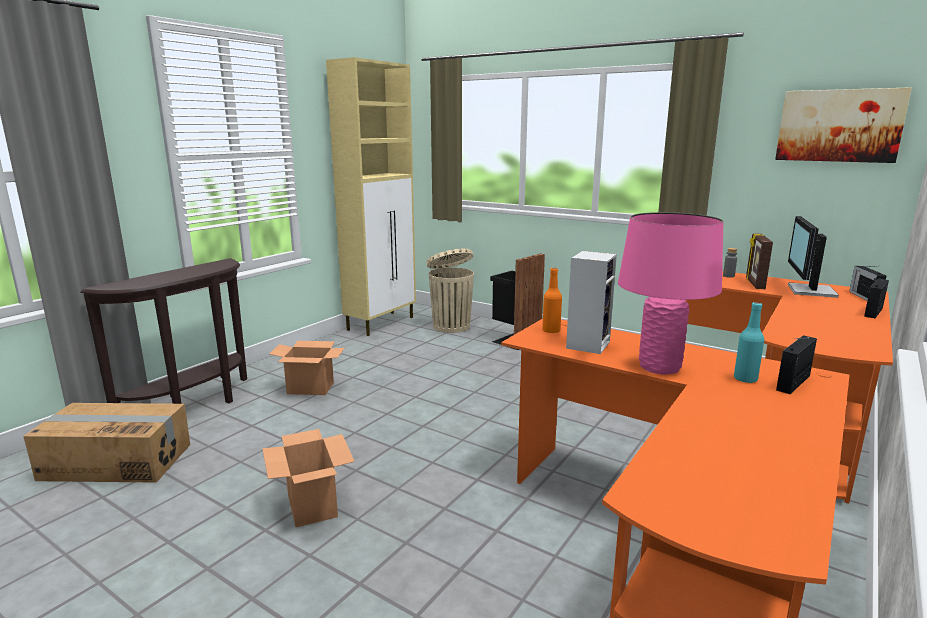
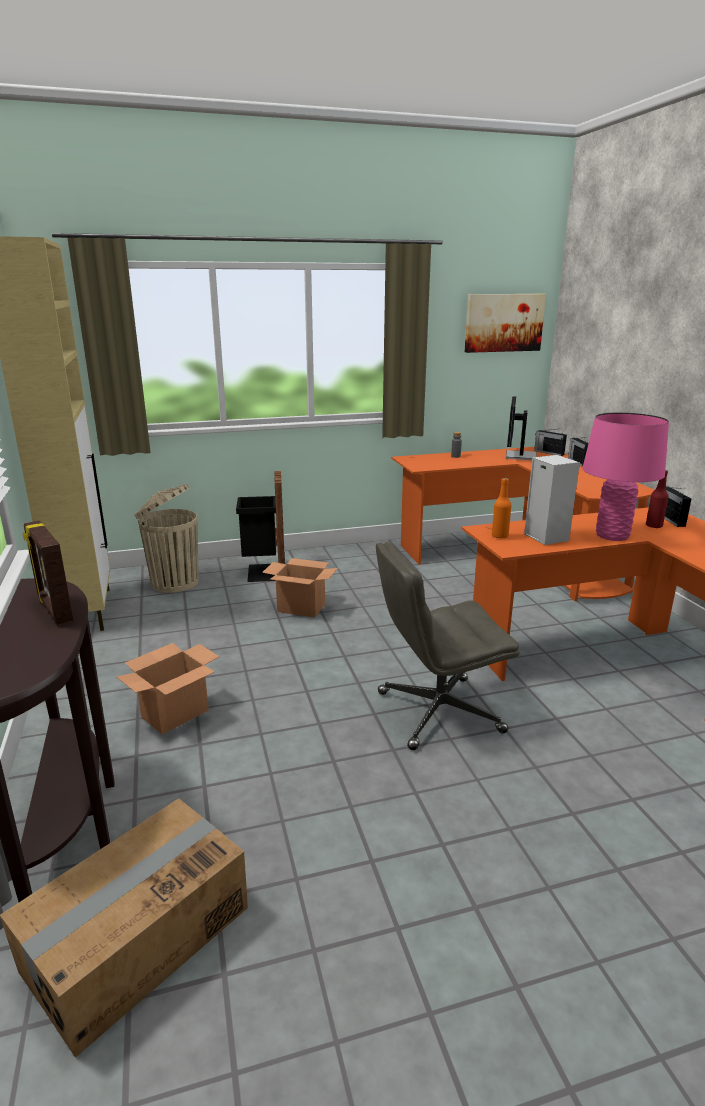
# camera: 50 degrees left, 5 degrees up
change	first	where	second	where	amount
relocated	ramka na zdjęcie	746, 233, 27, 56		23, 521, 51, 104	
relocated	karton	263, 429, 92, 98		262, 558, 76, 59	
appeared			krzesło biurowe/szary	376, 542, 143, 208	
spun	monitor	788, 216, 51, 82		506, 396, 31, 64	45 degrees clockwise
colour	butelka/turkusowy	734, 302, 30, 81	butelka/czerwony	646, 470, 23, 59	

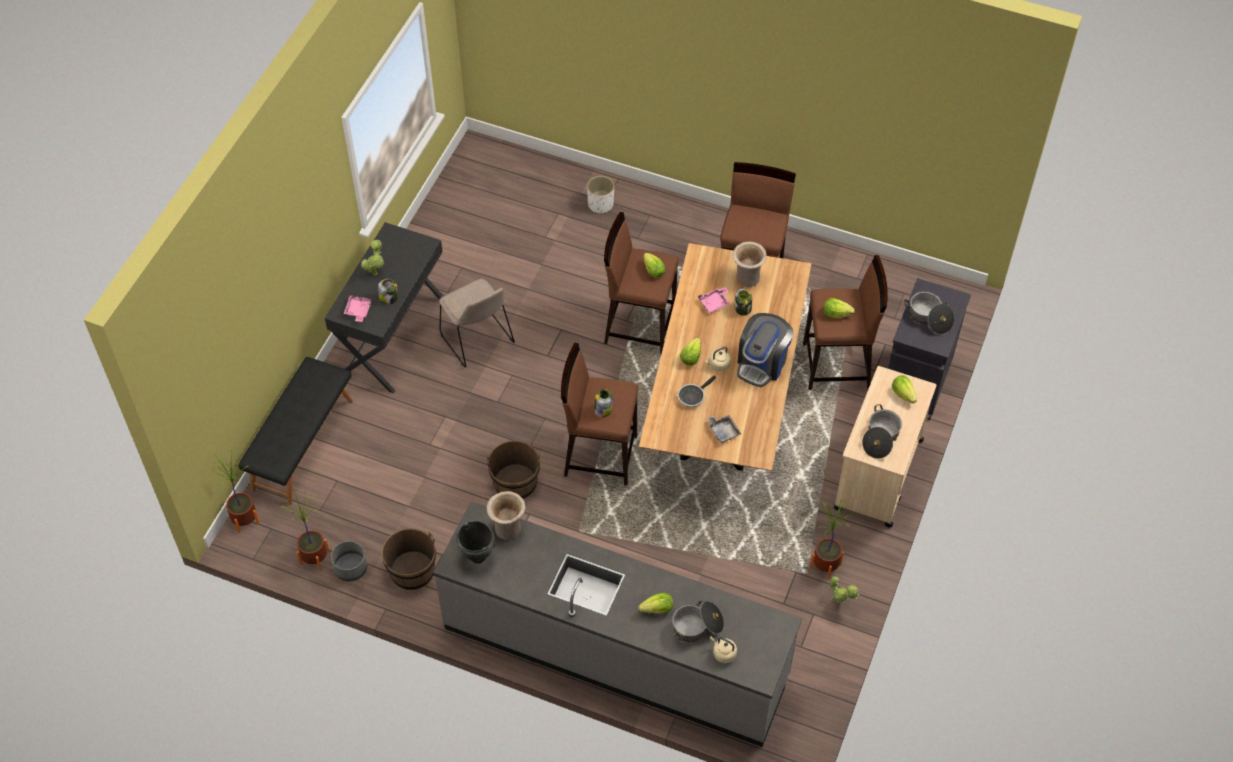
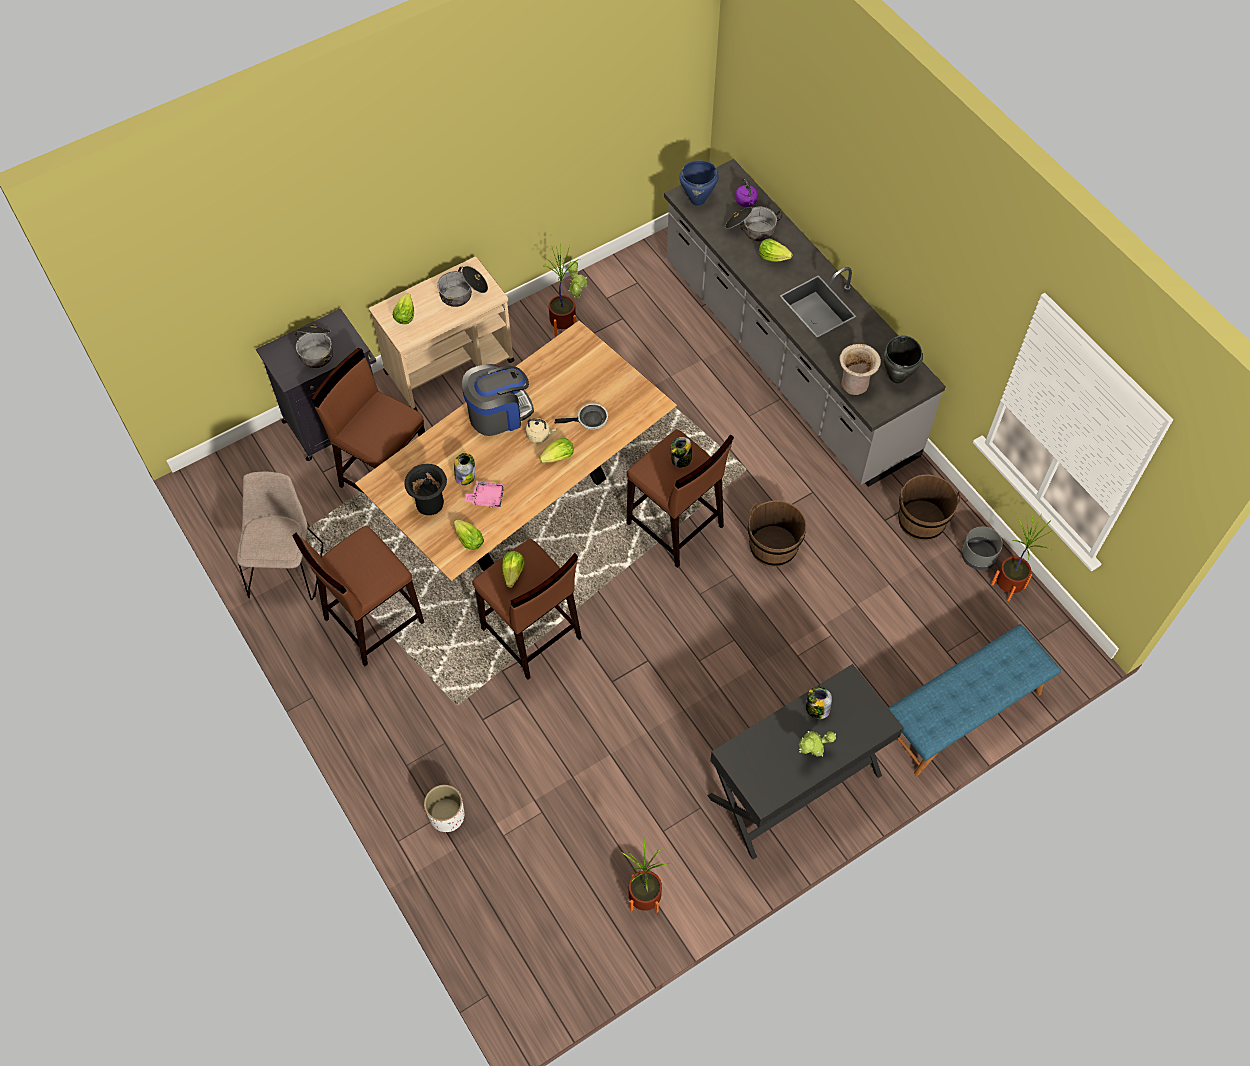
# camera: 145 degrees left, 5 degrees up
change	first	where	second	where	amount
relocated	krzesło/beżowy	439, 279, 76, 89		237, 472, 86, 128	
colour	wazon/beżowy	733, 242, 34, 45	wazon/czarny	404, 464, 43, 51	
relocated	sałata	824, 298, 31, 20		453, 520, 31, 30	
relocated	roślina doniczkowa	209, 450, 51, 83		621, 839, 49, 74	
appeared			garnek/niebieski	679, 160, 40, 46	
colour	czajnik/beżowy	710, 637, 27, 26	czajnik/fioletowy	735, 179, 23, 28	
colour	ławka/czarny	238, 357, 115, 148	ławka/niebieski	888, 624, 173, 152	
missing	taca/różowy	344, 295, 28, 27			
missing	taca/szary	707, 415, 34, 28			

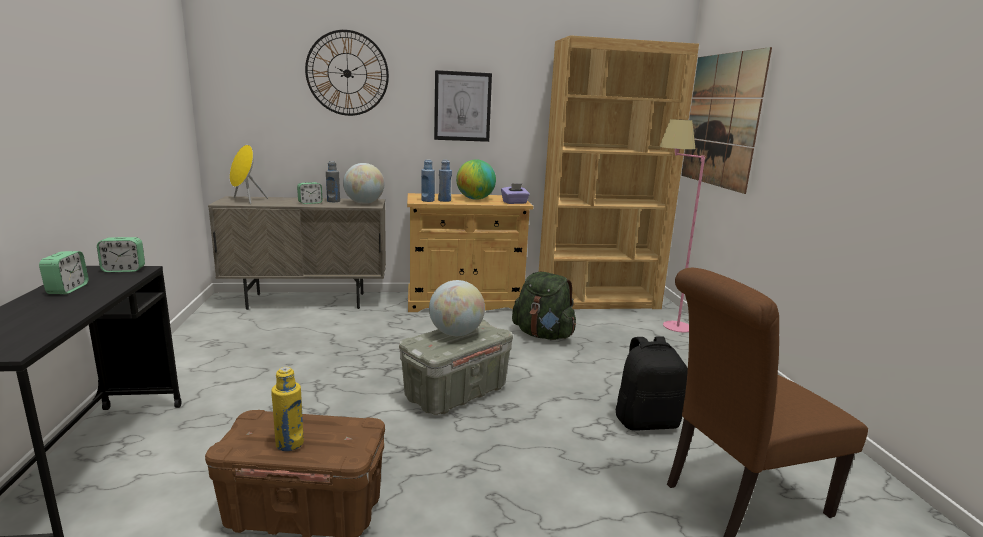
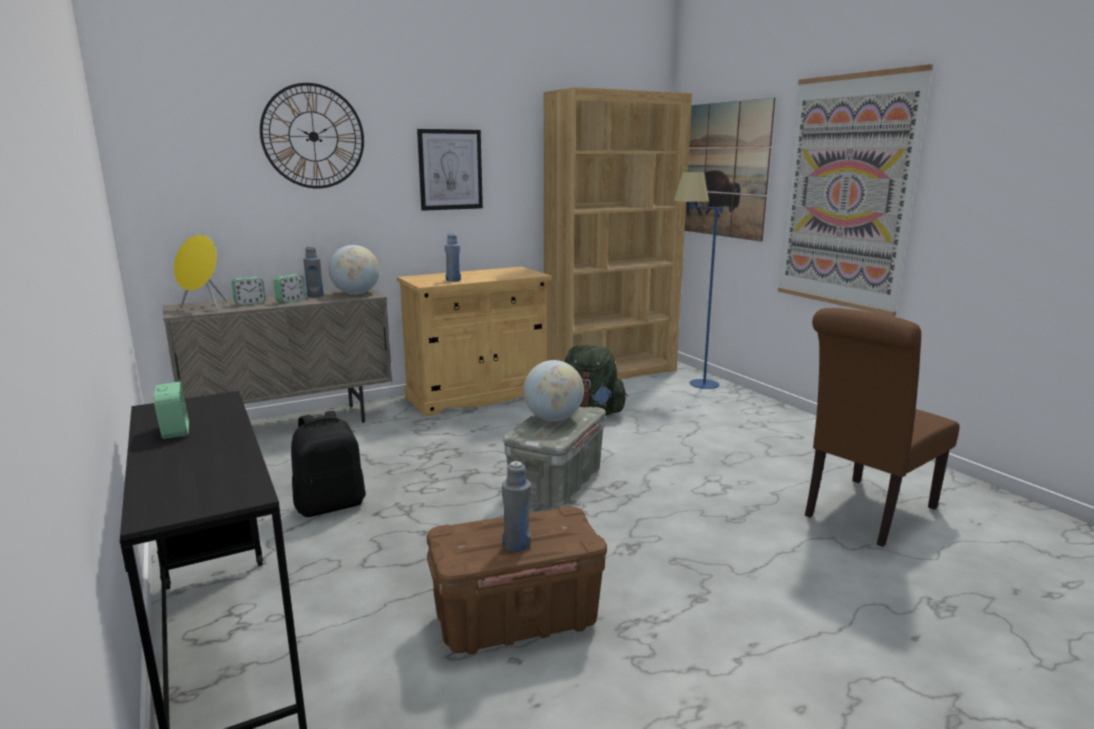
# camera: 20 degrees left, 0 degrees up
change	first	where	second	where	amount
relocated	budzik	97, 237, 48, 35		232, 277, 34, 29	
relocated	plecak/czarny	615, 336, 73, 95		291, 411, 75, 106	
colour	butelka/żółty	271, 367, 33, 84	butelka/szary	502, 461, 29, 91	
colour	lampa stojąca/różowy	659, 119, 46, 214	lampa stojąca/niebieski	674, 172, 49, 217	
appeared			obraz	778, 64, 155, 253	
missing	butelka/niebieski	421, 160, 14, 42			
missing	globus	456, 159, 40, 41			
missing	pudełko chusteczek/fioletowy	501, 183, 29, 21			

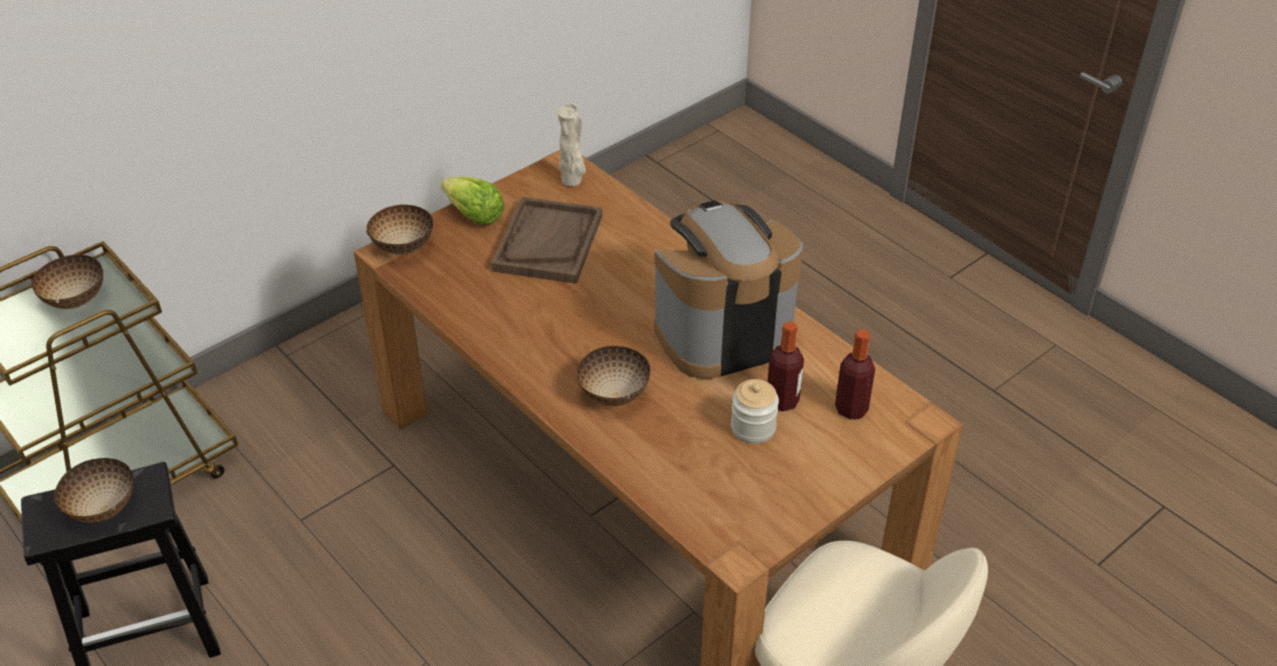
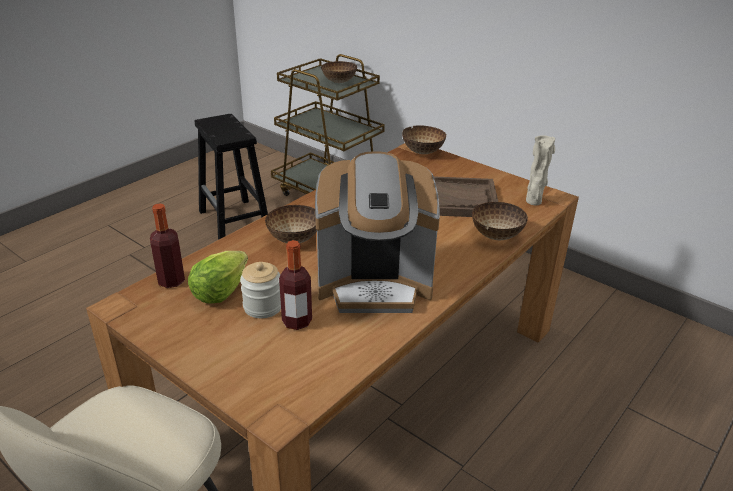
# camera: 80 degrees right, 10 degrees down
change	first	where	second	where	amount
relocated	butelka	835, 329, 40, 91		150, 204, 35, 84	
relocated	sałata	441, 177, 63, 48		188, 251, 60, 52	
spun	ekspres do kawy	654, 200, 149, 179		315, 151, 125, 162	120 degrees clockwise
relocated	miska	54, 458, 79, 65		472, 202, 56, 38	

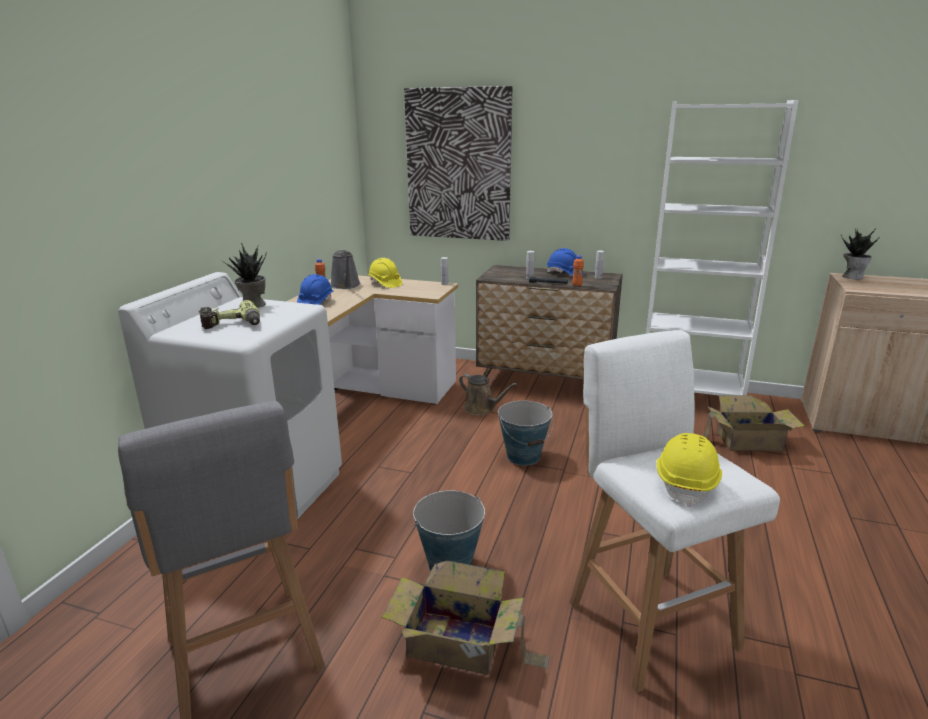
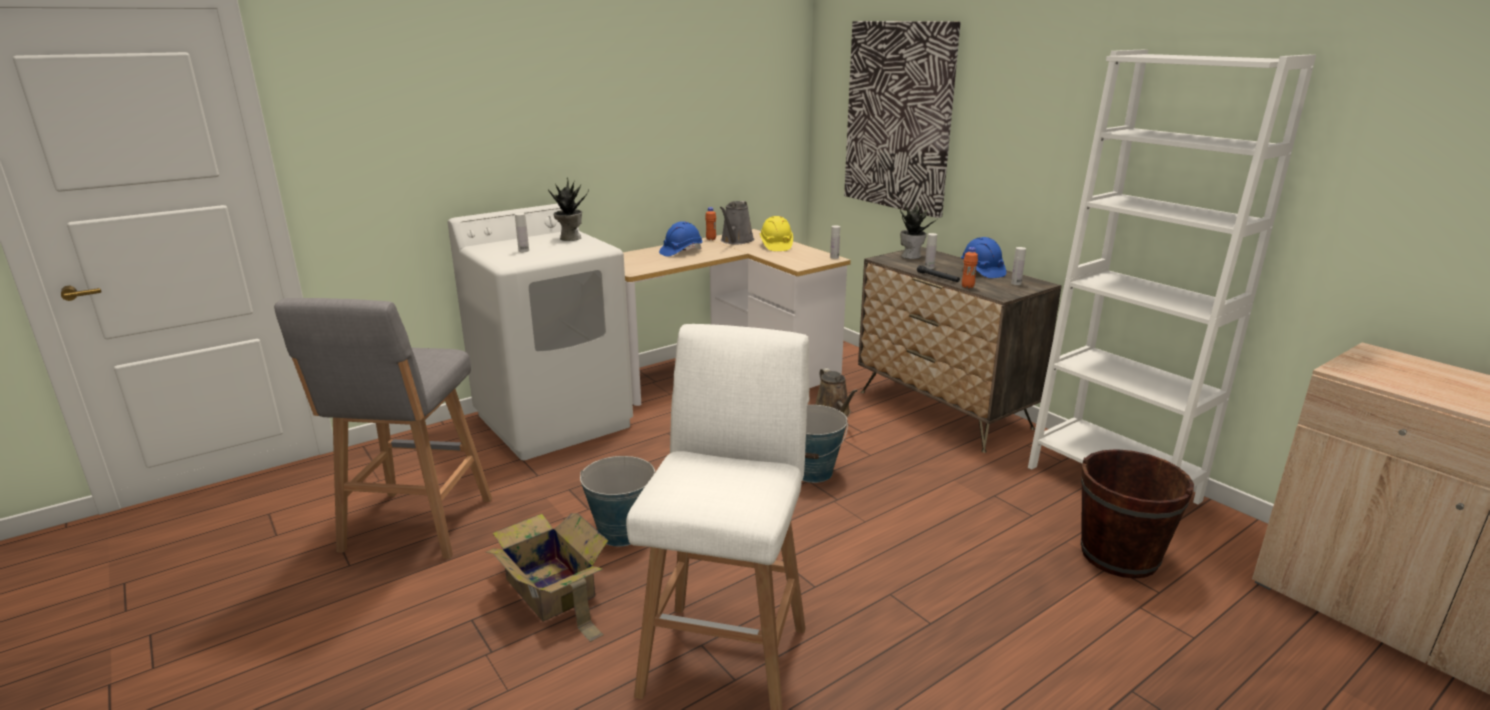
# camera: 35 degrees right, 0 degrees up
change	first	where	second	where	amount
exchanged	wiertarka	199, 300, 61, 29	butelka/biały	515, 213, 14, 39	
relocated	roślina doniczkowa	841, 228, 39, 52		899, 201, 40, 58	
exchanged	karton	704, 395, 101, 56	wiadro/brązowy	1081, 449, 113, 130	
missing	kask/żółty	656, 433, 66, 74			

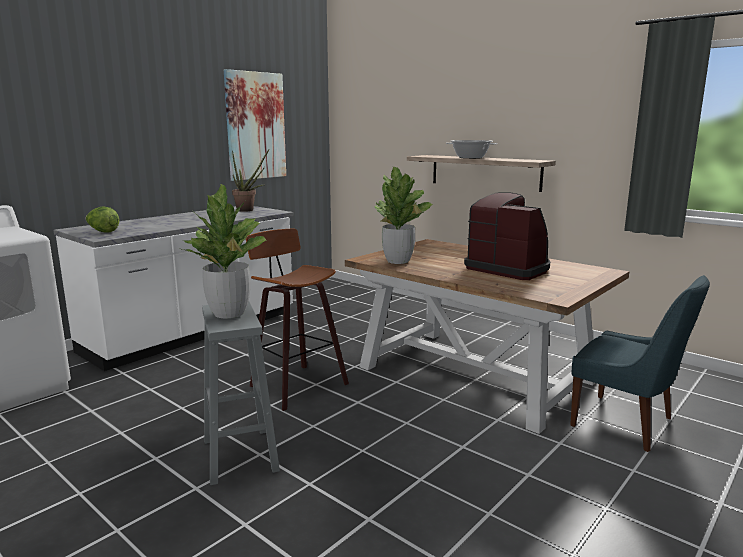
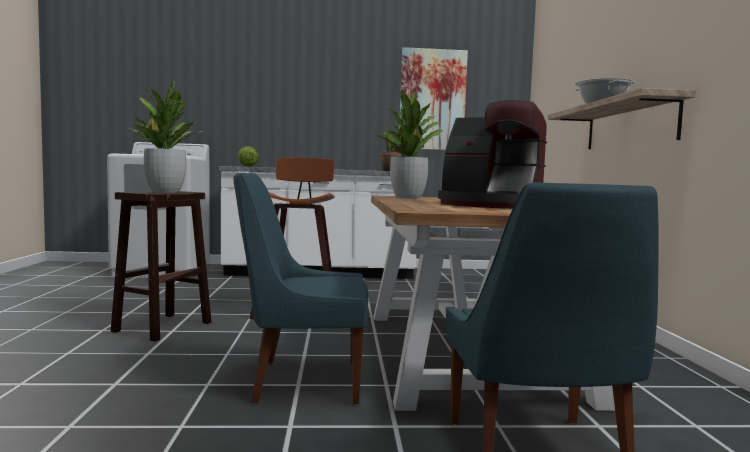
# camera: 45 degrees right, 10 degrees down
change	first	where	second	where	amount
colour	stołek/szary	202, 301, 78, 184	stołek/brązowy	111, 191, 100, 151	
appeared			krzesło/niebieski	233, 173, 136, 231	
spun	ekspres do kawy	464, 192, 87, 88		438, 100, 109, 109	120 degrees clockwise

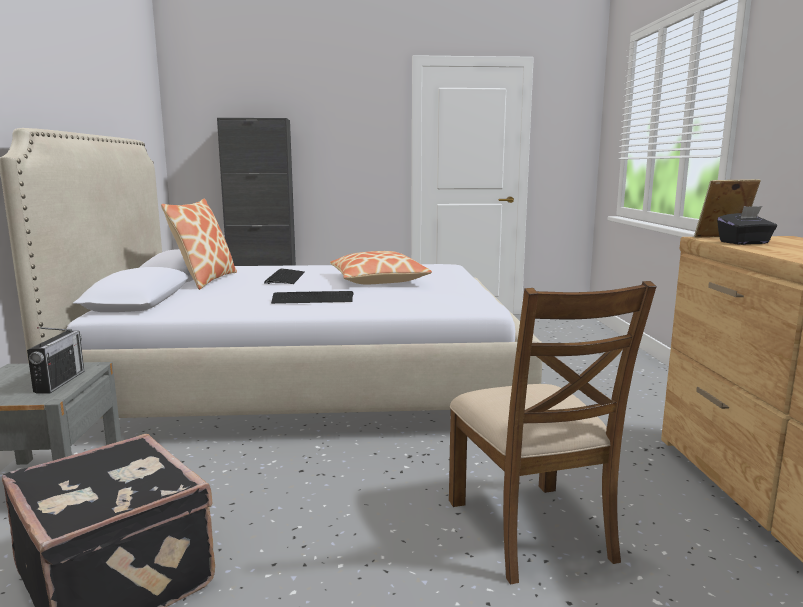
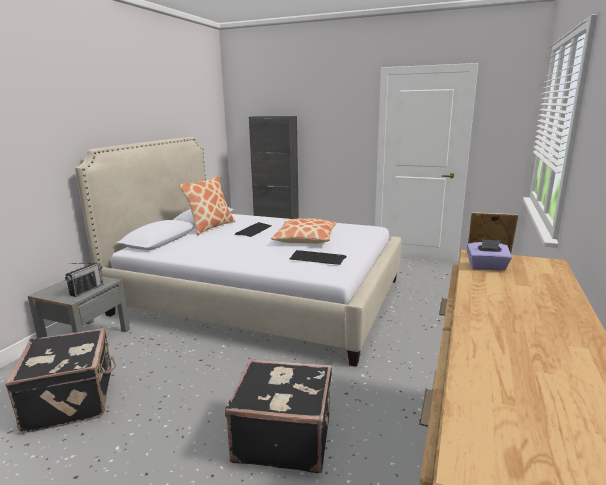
# camera: 25 degrees right, 5 degrees up
change	first	where	second	where	amount
exchanged	krzesło/brązowy	449, 281, 208, 303	walizka/czarny	225, 359, 107, 114	
relocated	klawiatura	271, 291, 82, 13		290, 250, 57, 15	
colour	pudełko chusteczek/czarny	717, 206, 60, 39	pudełko chusteczek/fioletowy	467, 239, 45, 32	

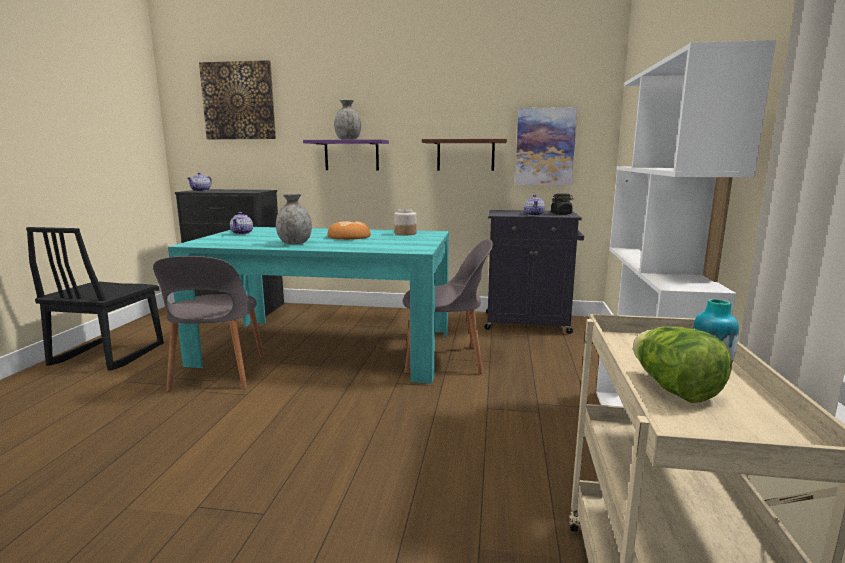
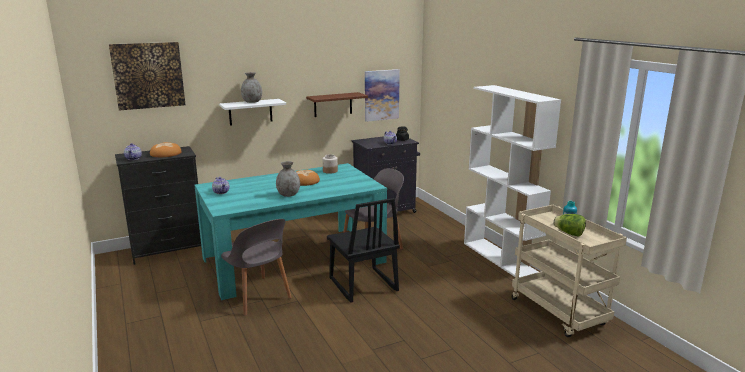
# camera: 35 degrees left, 5 degrees up
change	first	where	second	where	amount
appeared			chleb	150, 142, 32, 15	
colour	półka/fioletowy	303, 139, 86, 31	półka/biały	219, 99, 67, 27	
relocated	krzesło/czarny	26, 227, 138, 144		327, 198, 73, 105	

